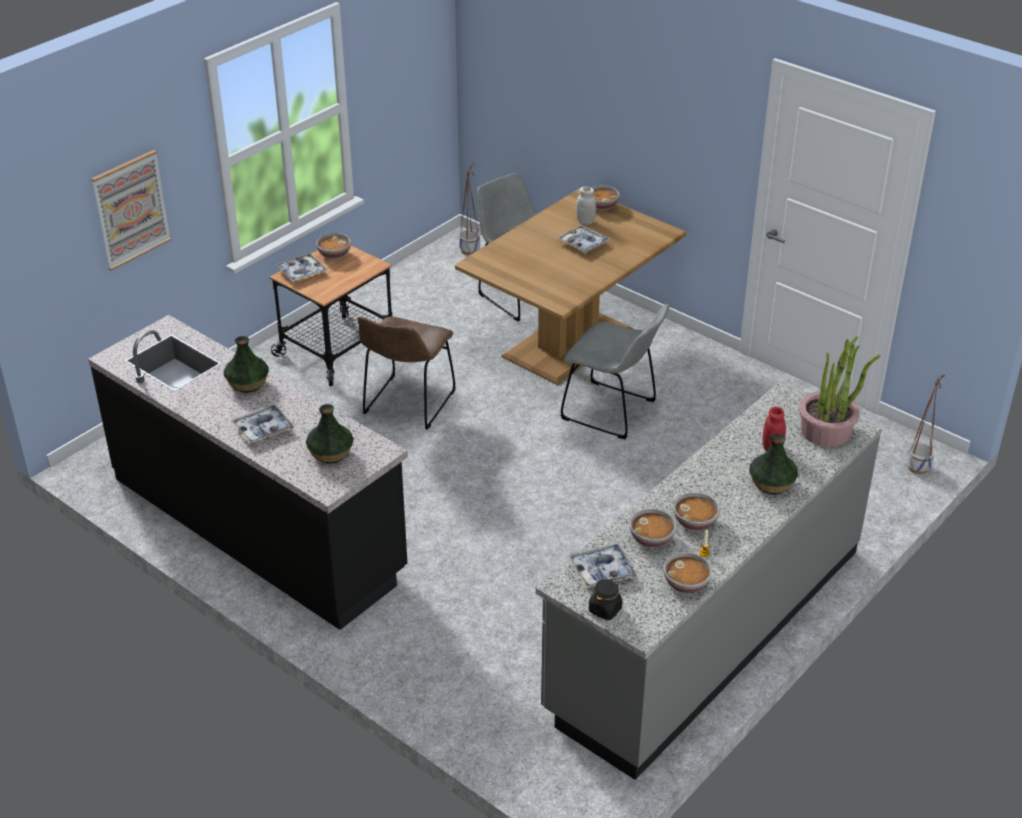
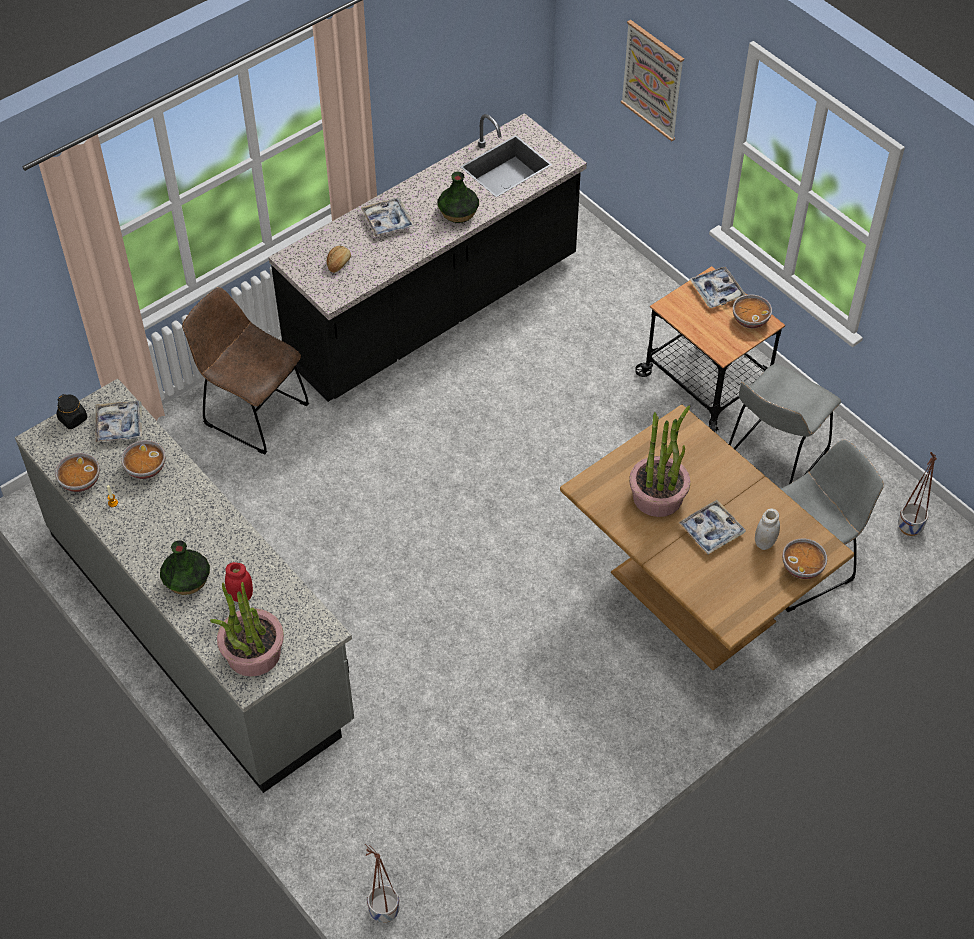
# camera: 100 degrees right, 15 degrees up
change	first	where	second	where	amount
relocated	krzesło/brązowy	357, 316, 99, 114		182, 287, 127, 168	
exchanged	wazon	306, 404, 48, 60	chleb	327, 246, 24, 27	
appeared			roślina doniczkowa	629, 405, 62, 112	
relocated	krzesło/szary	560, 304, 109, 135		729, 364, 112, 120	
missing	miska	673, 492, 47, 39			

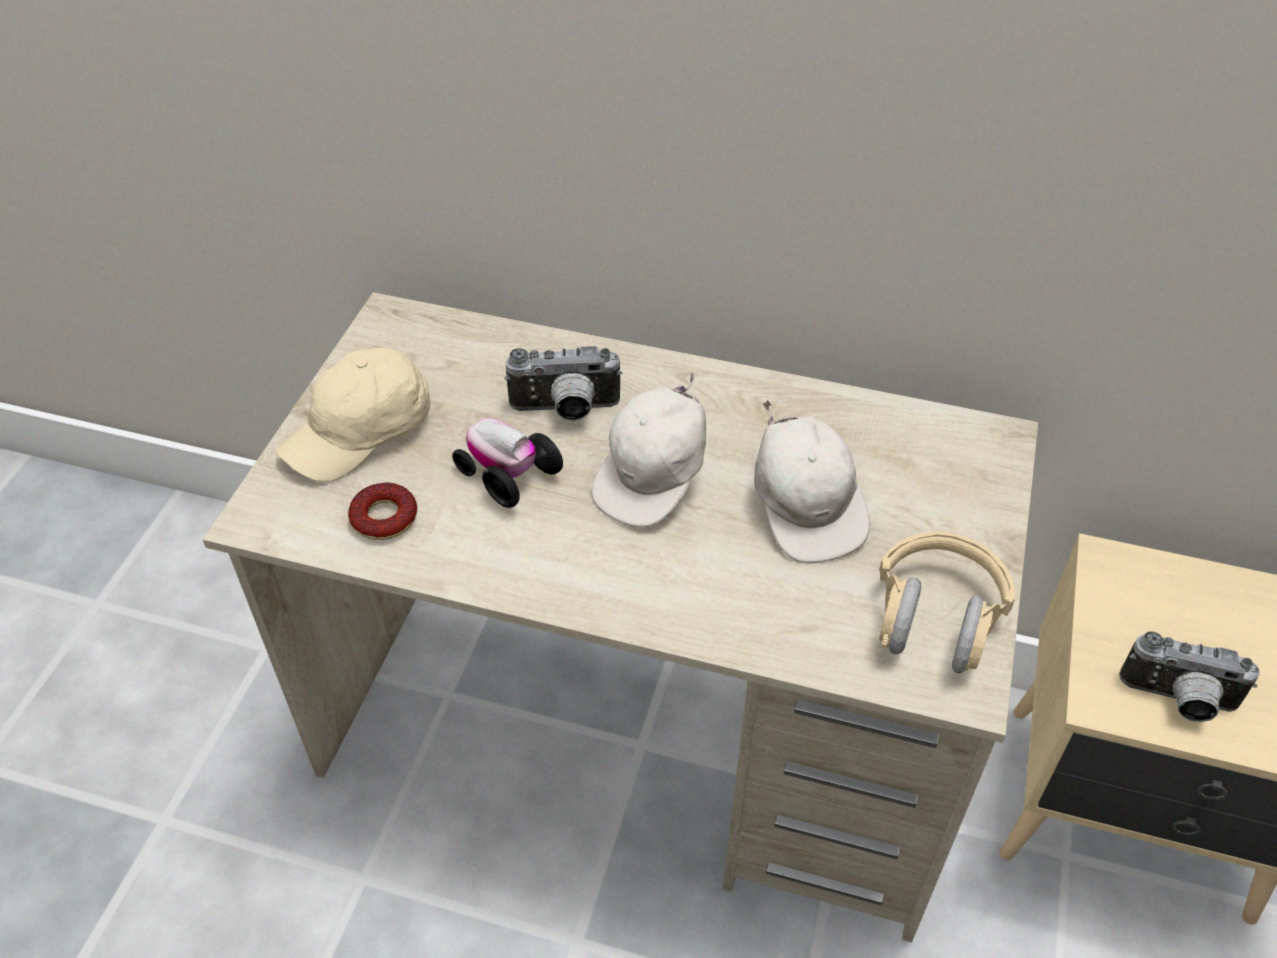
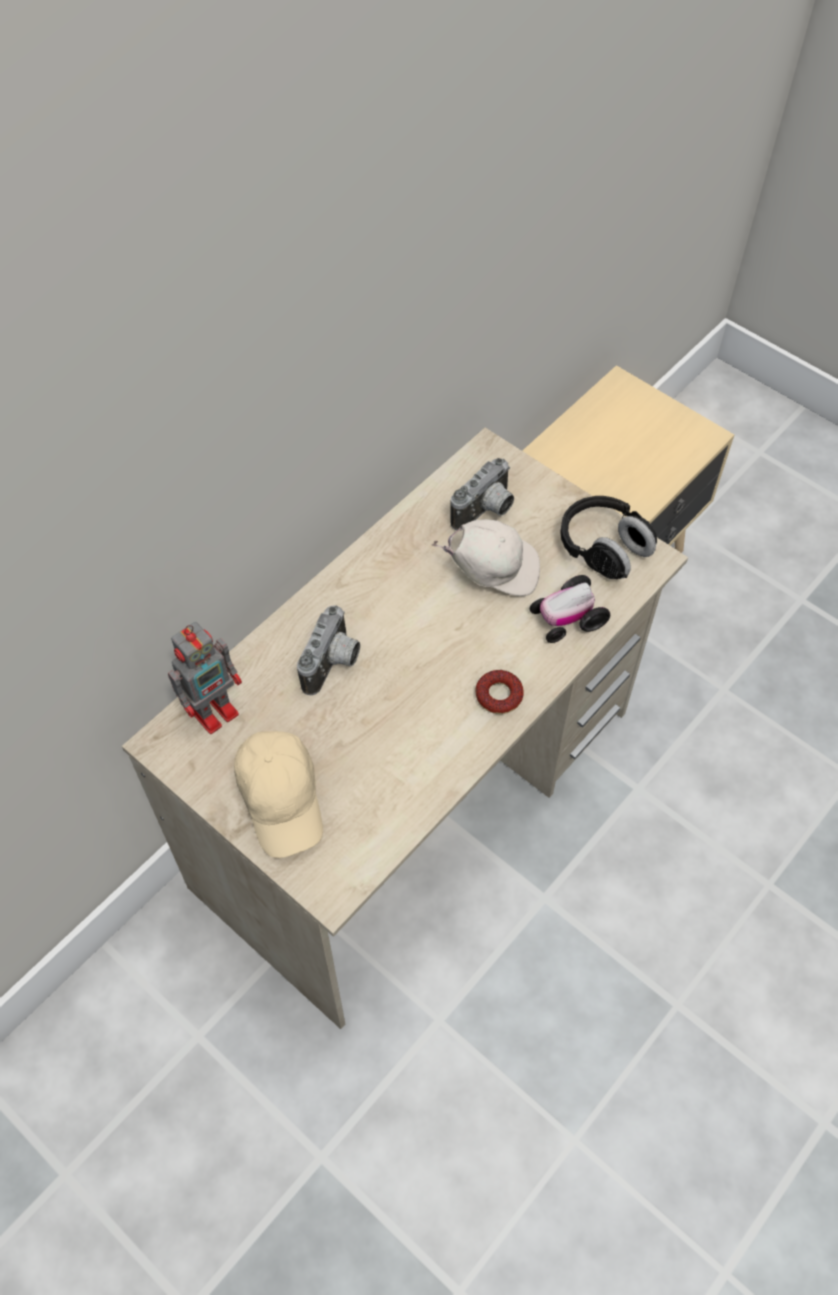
# camera: 65 degrees left, 10 degrees up
change	first	where	second	where	amount
appeared			robot zabawkowy	168, 622, 74, 112	
relocated	aparat fotograficzny	1119, 631, 141, 91		450, 458, 64, 72	
relocated	donut	348, 483, 69, 57		476, 670, 48, 44	
relocated	samochodzik	452, 417, 111, 91		530, 575, 80, 68	
colour	słuchawki/beżowy	879, 532, 136, 141	słuchawki/czarny	560, 496, 97, 83	
missing	czapka z daszkiem/biały	592, 372, 114, 156			

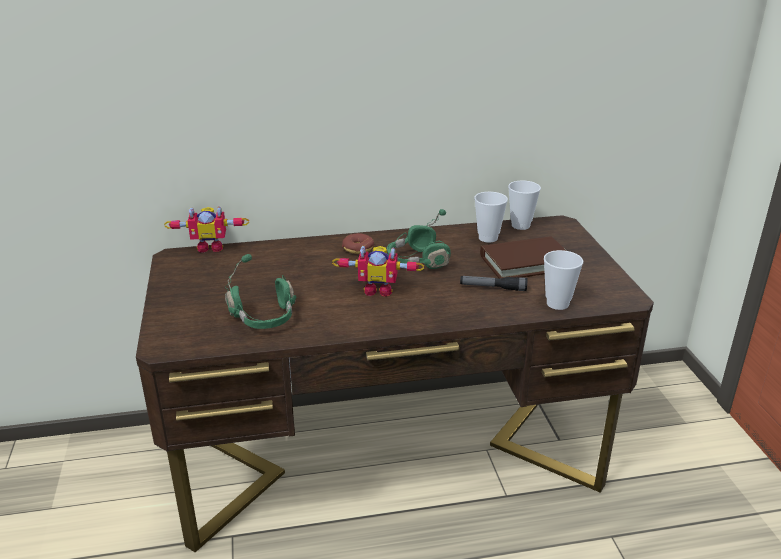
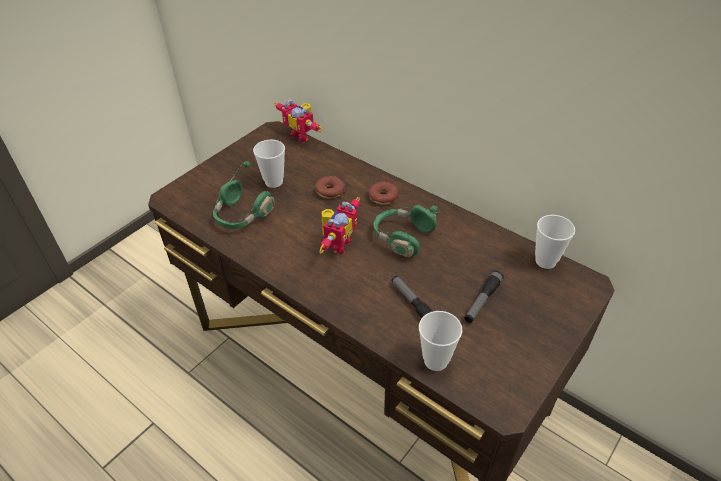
# camera: 50 degrees right, 15 degrees up
change	first	where	second	where	amount
relocated	filiżanka	474, 192, 34, 51		253, 140, 32, 48	
appeared			donut	315, 176, 30, 23	
spun	robot zabawkowy	332, 246, 92, 51		320, 197, 40, 57	120 degrees counterclockwise
exchanged	książka/brązowy	480, 236, 86, 43	latarka	464, 270, 40, 53	

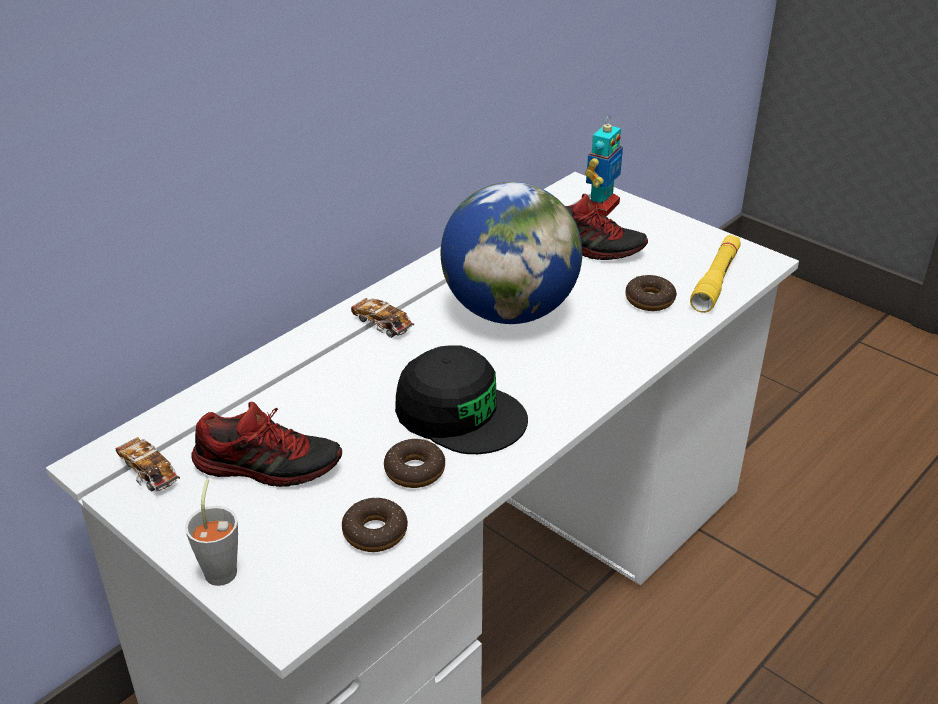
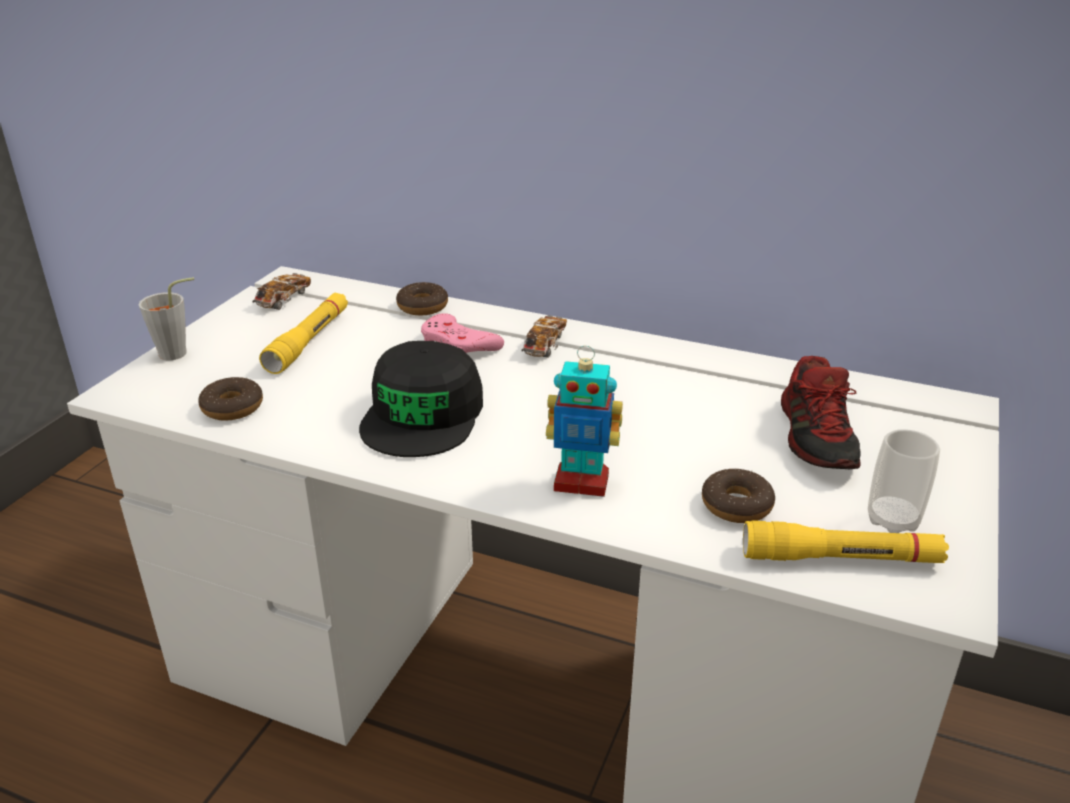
# camera: 70 degrees right, 5 degrees down
change	first	where	second	where	amount
exchanged	but	192, 402, 150, 85	latarka/żółty	259, 292, 89, 82	
relocated	donut	384, 439, 61, 49		396, 282, 52, 33	
appeared			pad do gier/różowy	421, 313, 83, 40	
relocated	robot zabawkowy	585, 115, 38, 101		546, 346, 77, 151	
appeared			filiżanka	868, 429, 72, 104	
missing	globus	441, 182, 141, 142			

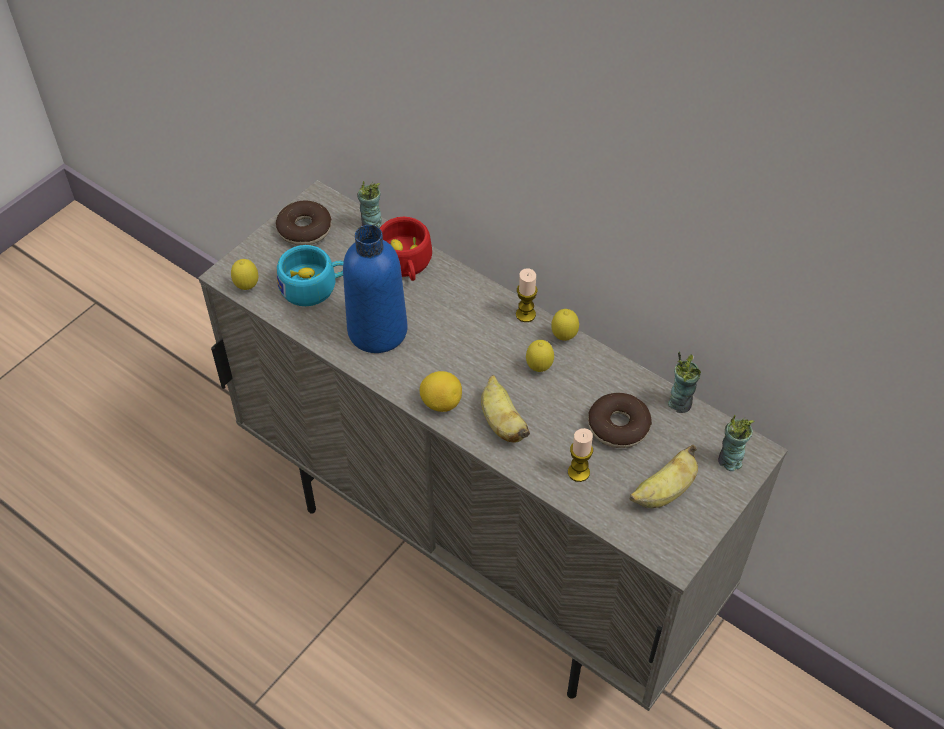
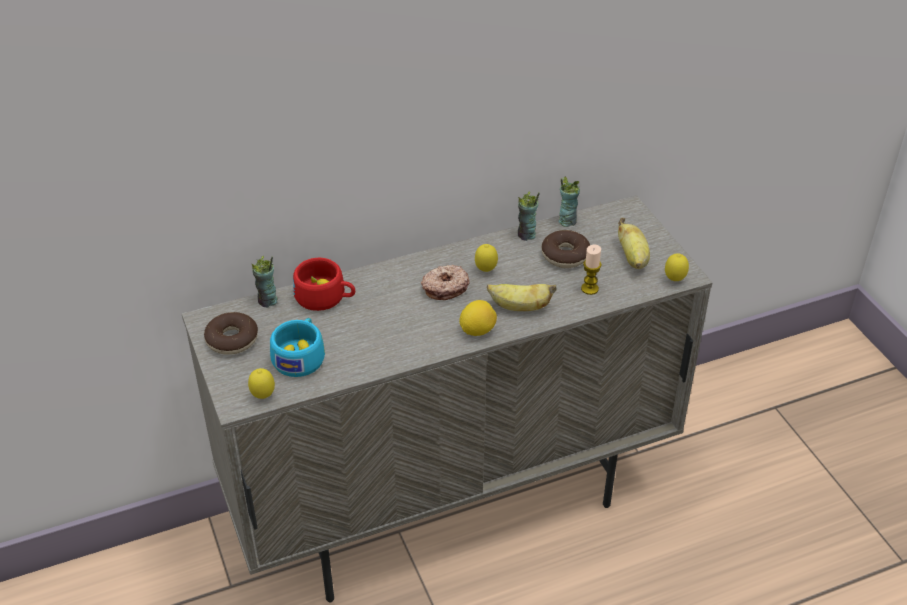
# camera: 60 degrees left, 10 degrees down
change	first	where	second	where	amount
appeared			donut	421, 265, 49, 35	
relocated	filiżanka	718, 415, 36, 56		518, 191, 22, 50	
relocated	cytryna	551, 309, 28, 32		665, 253, 24, 28	
missing	butelka/niebieski	343, 225, 65, 128			
missing	świeca	516, 268, 22, 54			

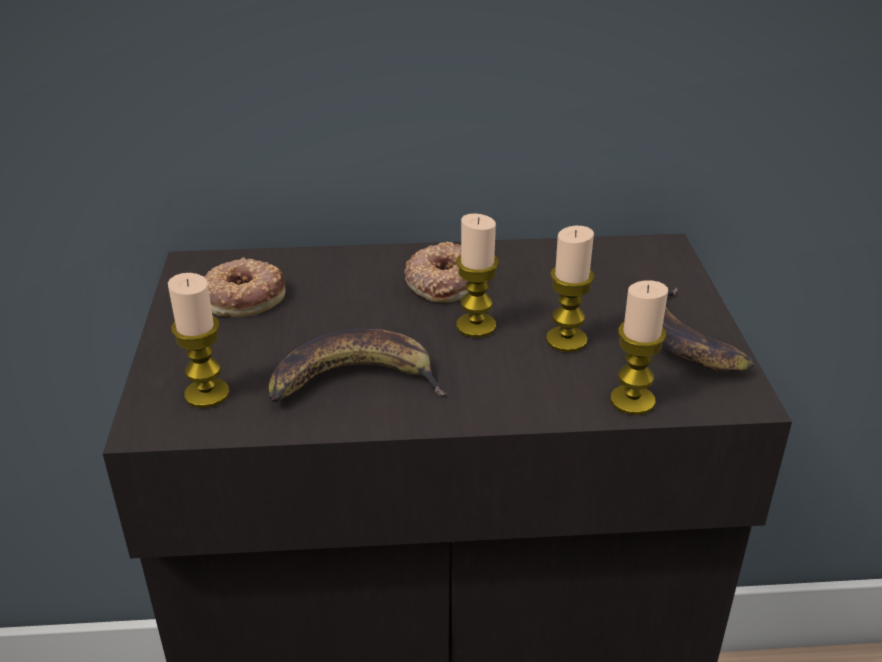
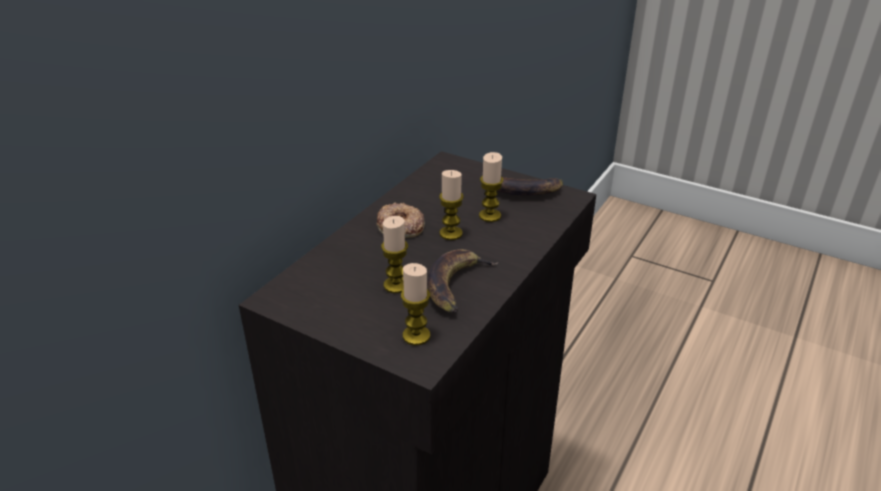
# camera: 55 degrees left, 0 degrees up
change	first	where	second	where	amount
relocated	świeca	610, 280, 58, 135		381, 216, 27, 77	
missing	donut	204, 257, 82, 60			

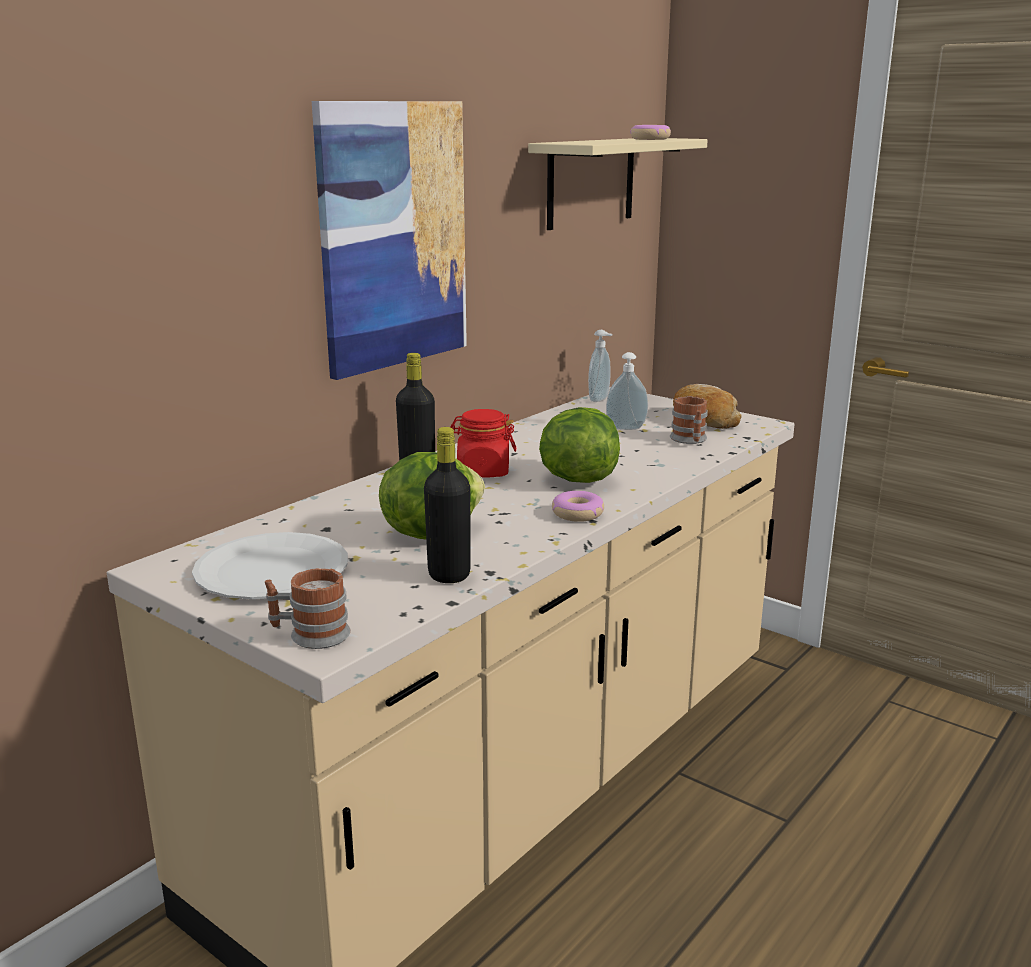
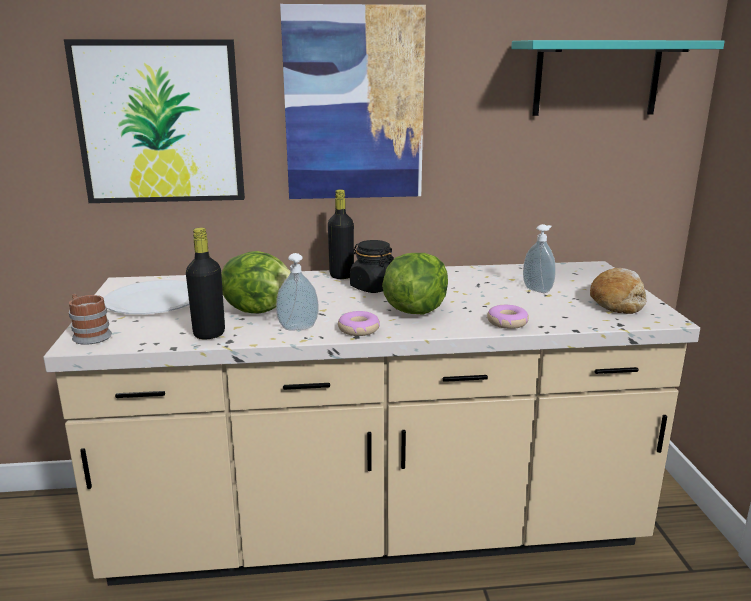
# camera: 45 degrees right, 0 degrees up
change	first	where	second	where	amount
appeared			obraz	64, 39, 181, 164	
relocated	dozownik mydła	588, 330, 25, 72		276, 253, 42, 77	
colour	słoik/czerwony	450, 409, 66, 69	słoik/czarny	350, 240, 44, 53	
relocated	donut	630, 125, 41, 15		487, 305, 42, 24	
colour	półka/beżowy	528, 138, 180, 92	półka/turkusowy	511, 40, 214, 76	
missing	kubek	670, 396, 38, 48			

